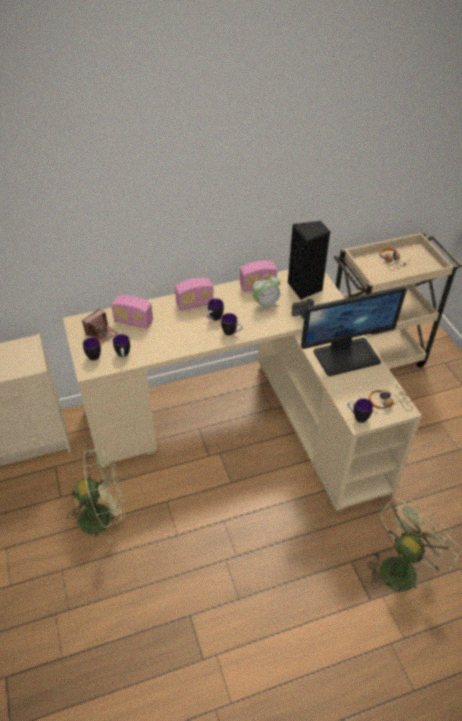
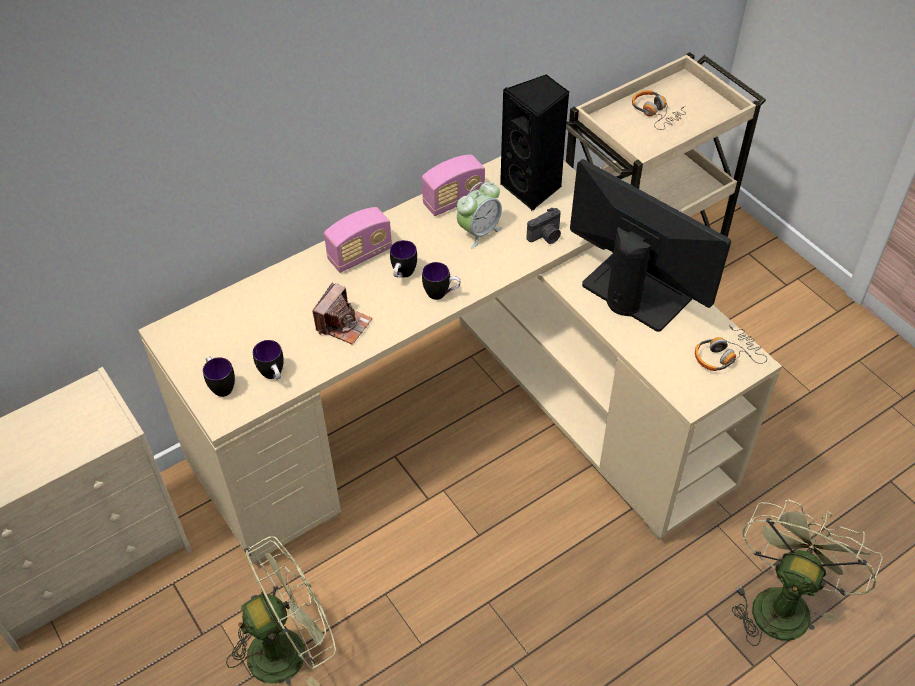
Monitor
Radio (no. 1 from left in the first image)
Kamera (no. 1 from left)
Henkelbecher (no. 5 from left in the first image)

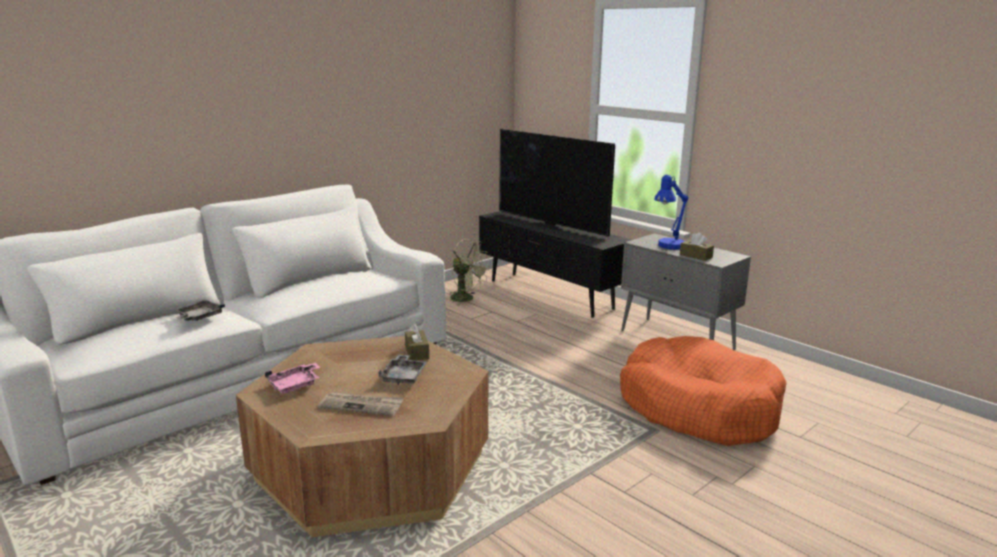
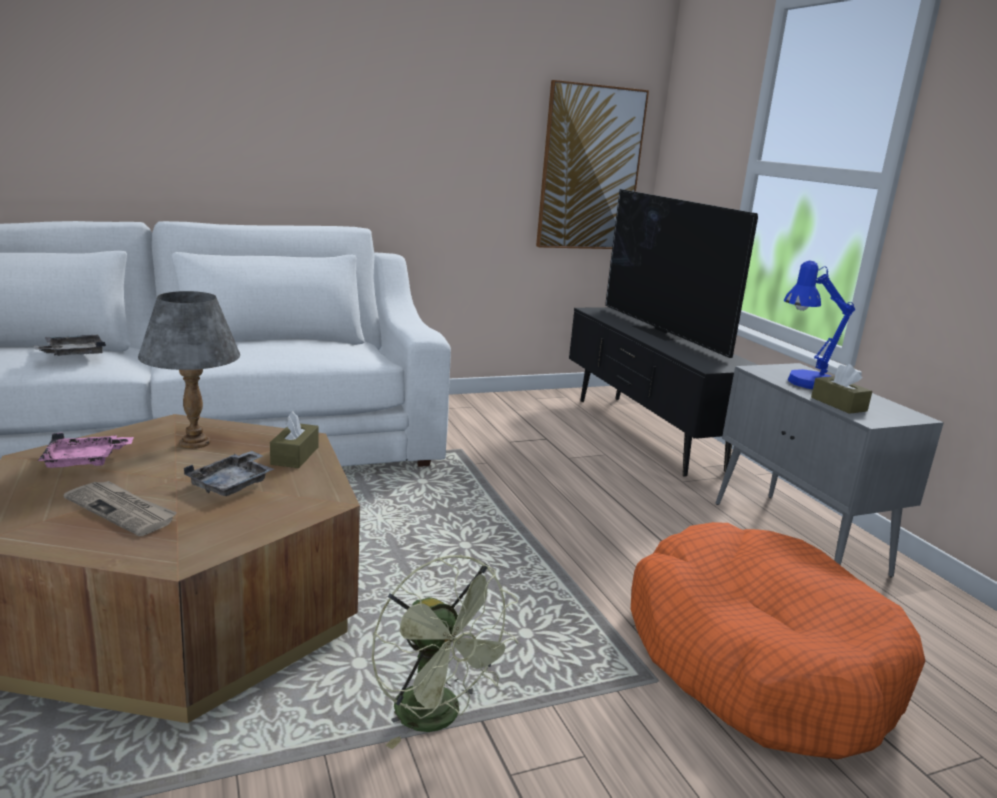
Ventilator/grün
Bild
Tischlampe/grau

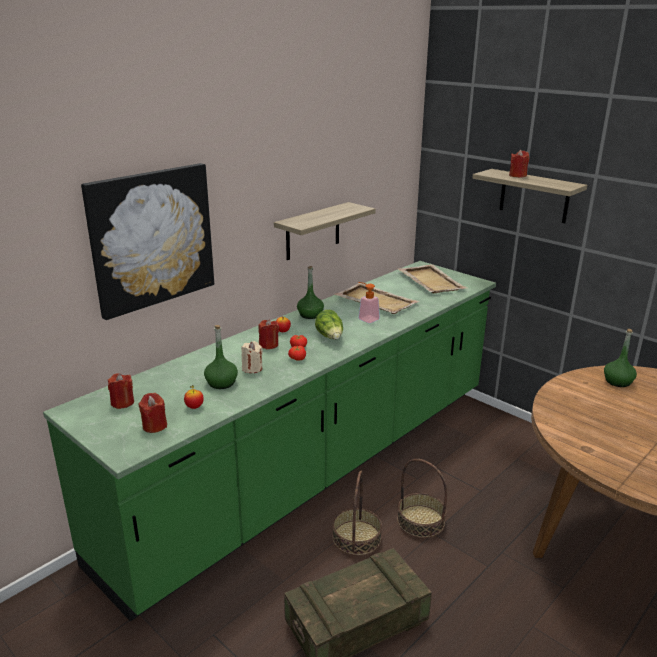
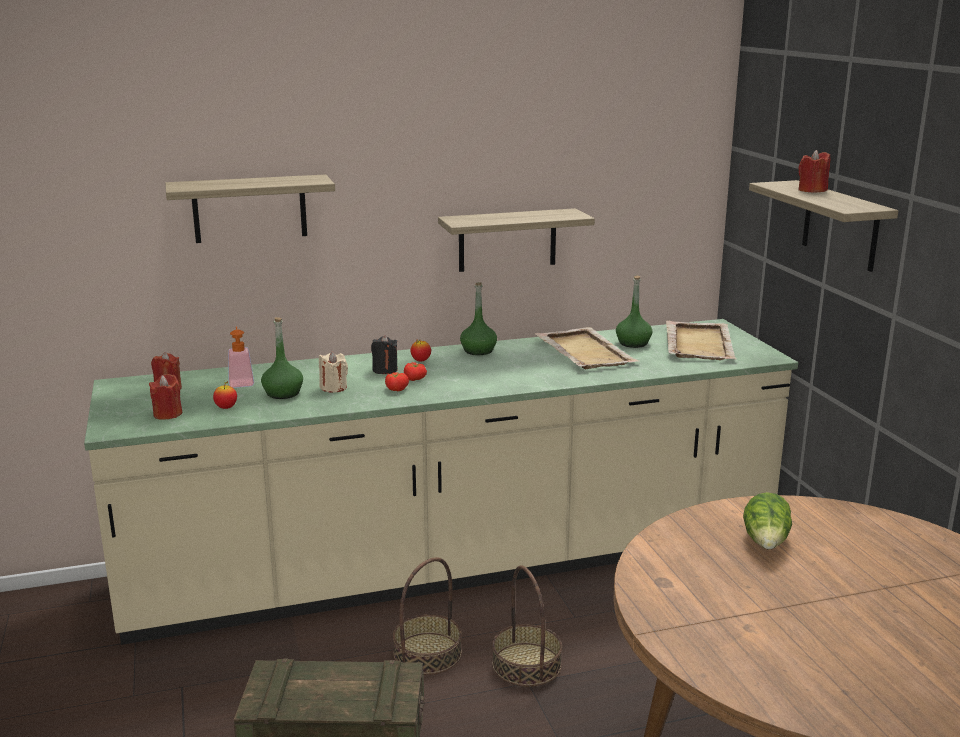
Wandregal (no. 1 from left)
Küchenzeile/beige
Seifenspender
Salatkopf
Kerze/schwarz
Flasche/grün (no. 3 from left)

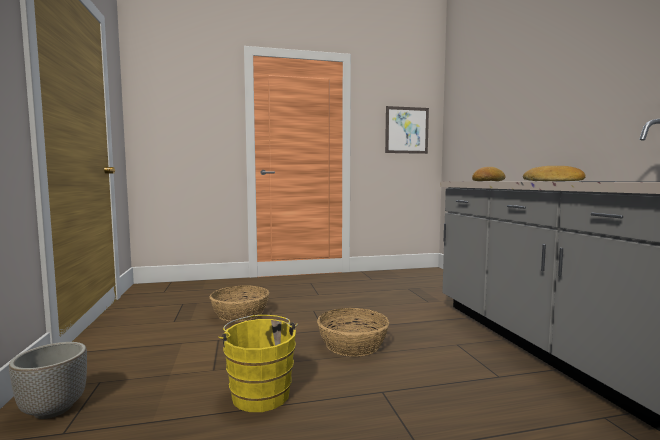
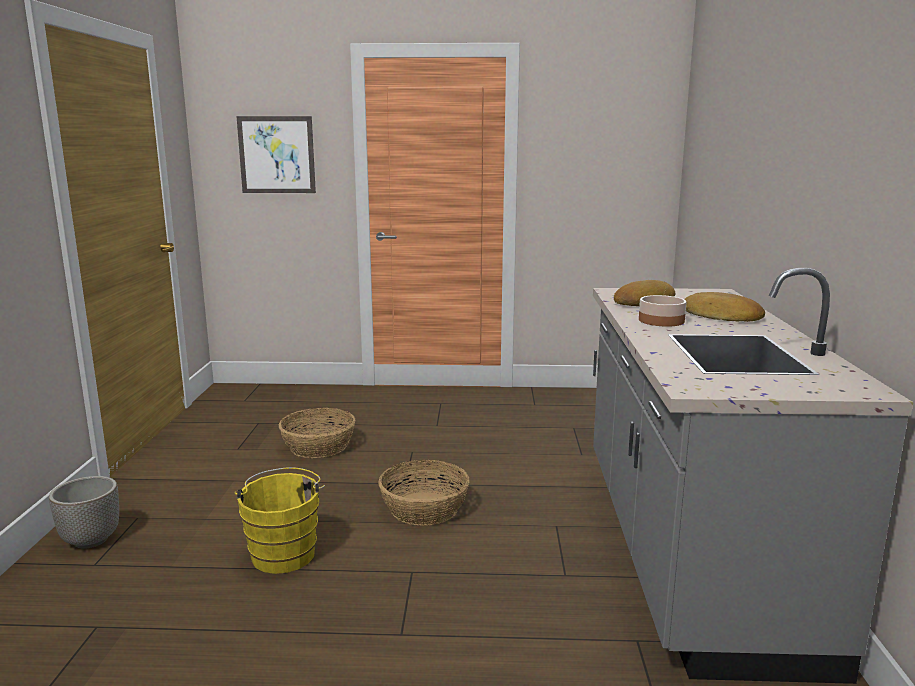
Bild
Schüssel

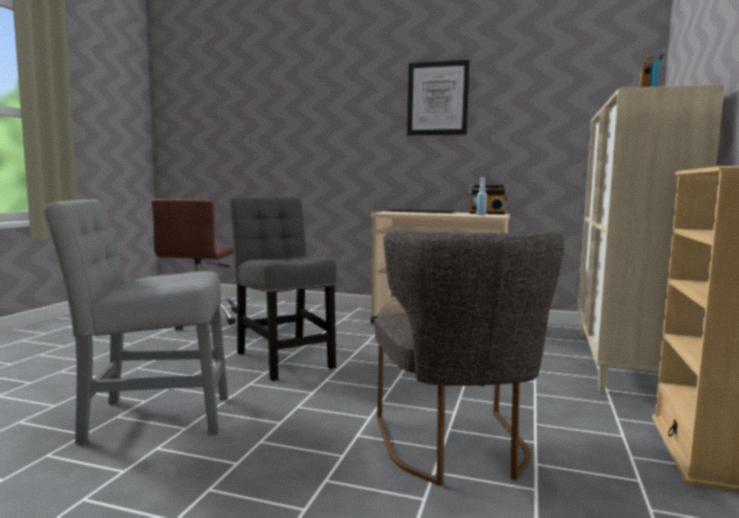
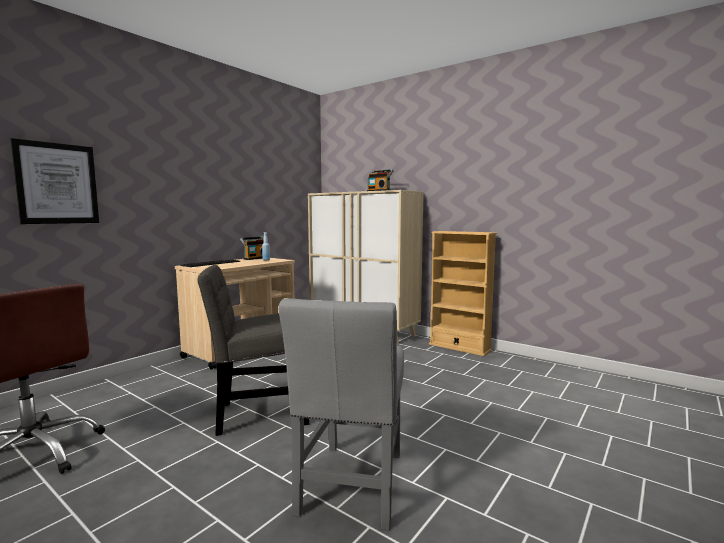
Bild
Stuhl/grau (no. 3 from left in the first image)

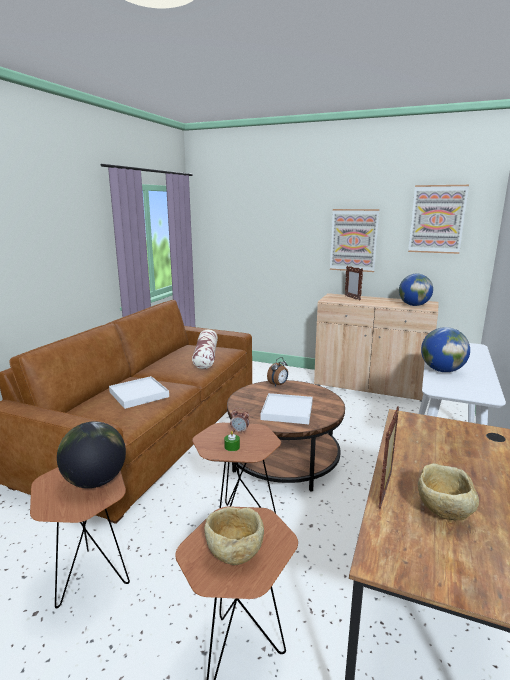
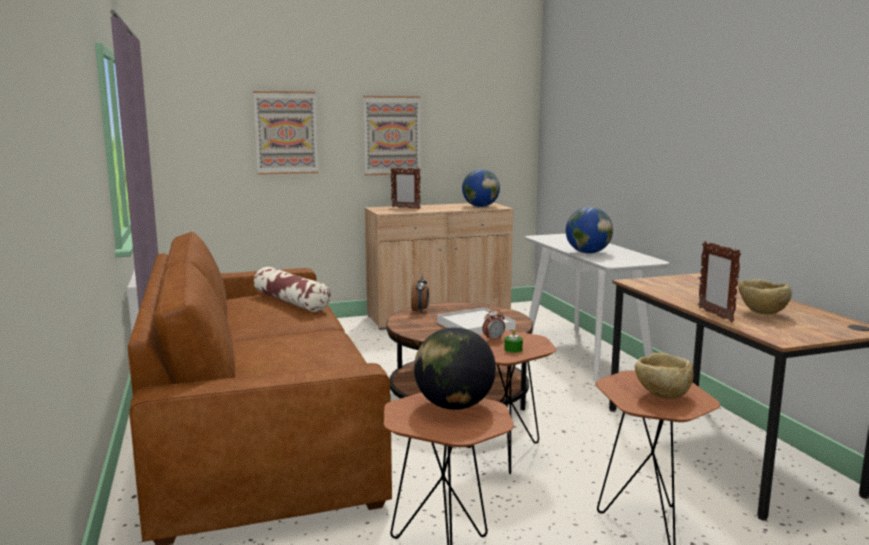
Bild (no. 1 from left)
Tablett/weiß (no. 1 from left in the first image)

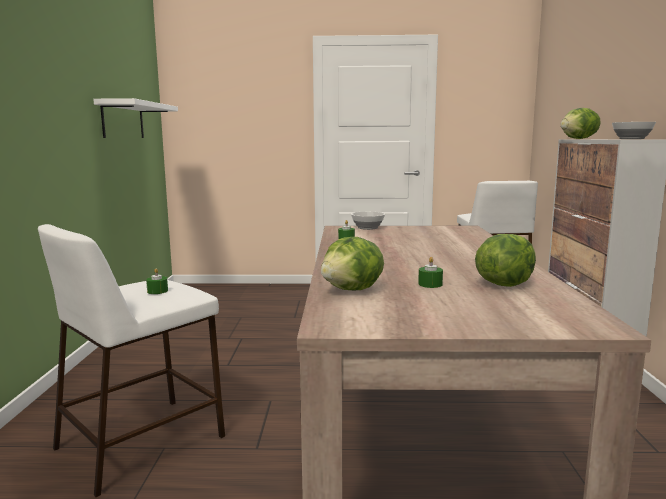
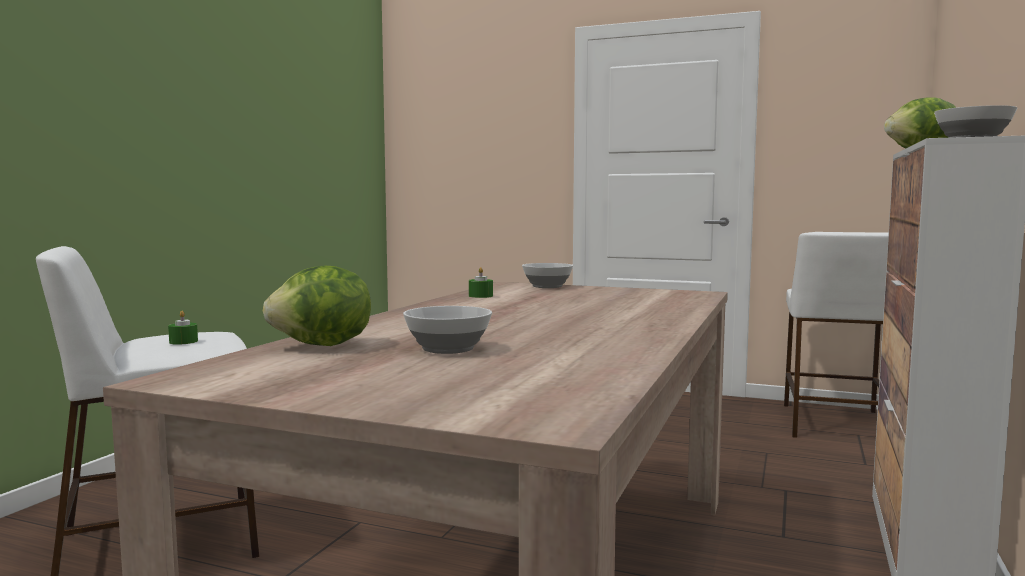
Wandregal/weiß
Salatkopf (no. 2 from left in the first image)
Schüssel (no. 1 from left)

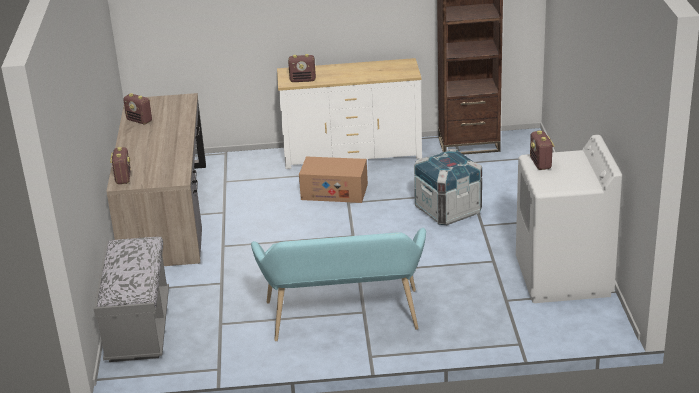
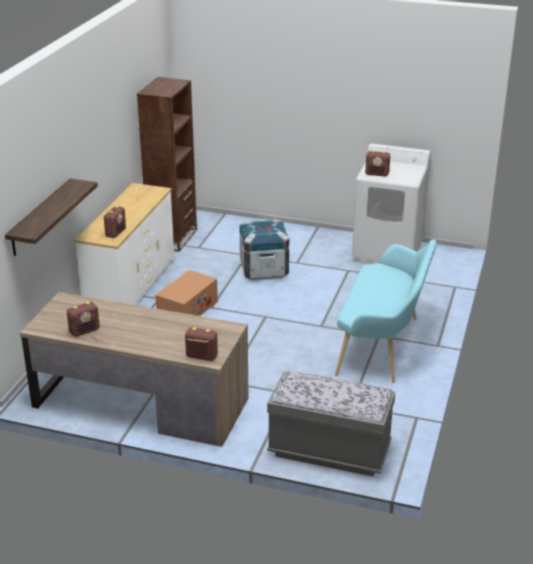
Wandregal

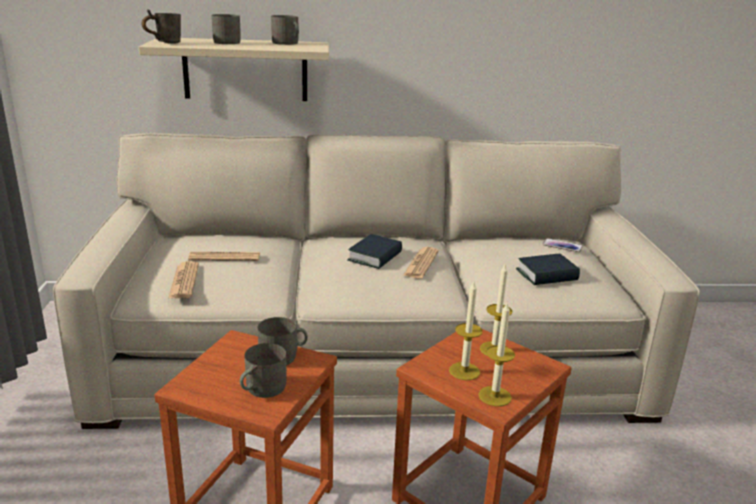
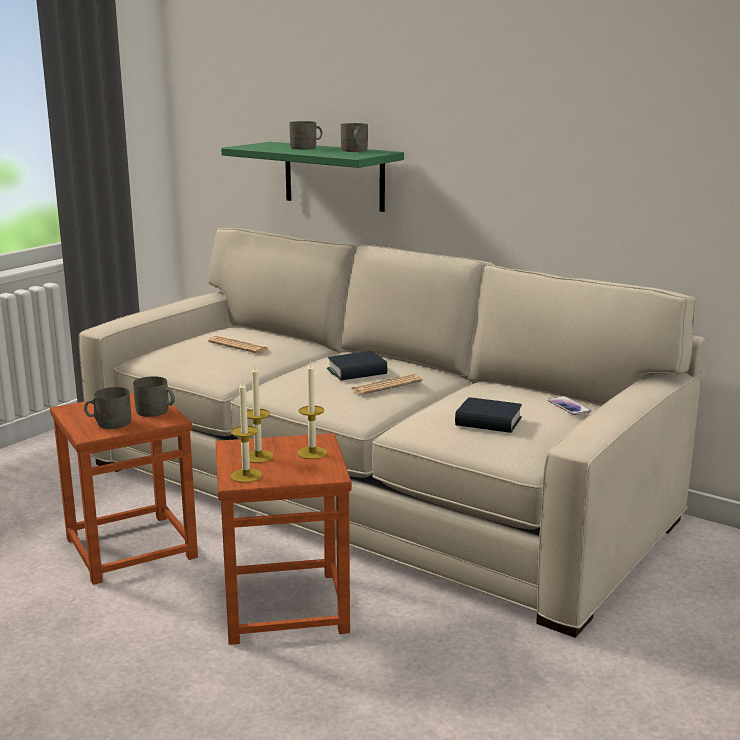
Henkelbecher/grau (no. 1 from left in the first image)
Wandregal/grün
Zeitung (no. 1 from left in the first image)

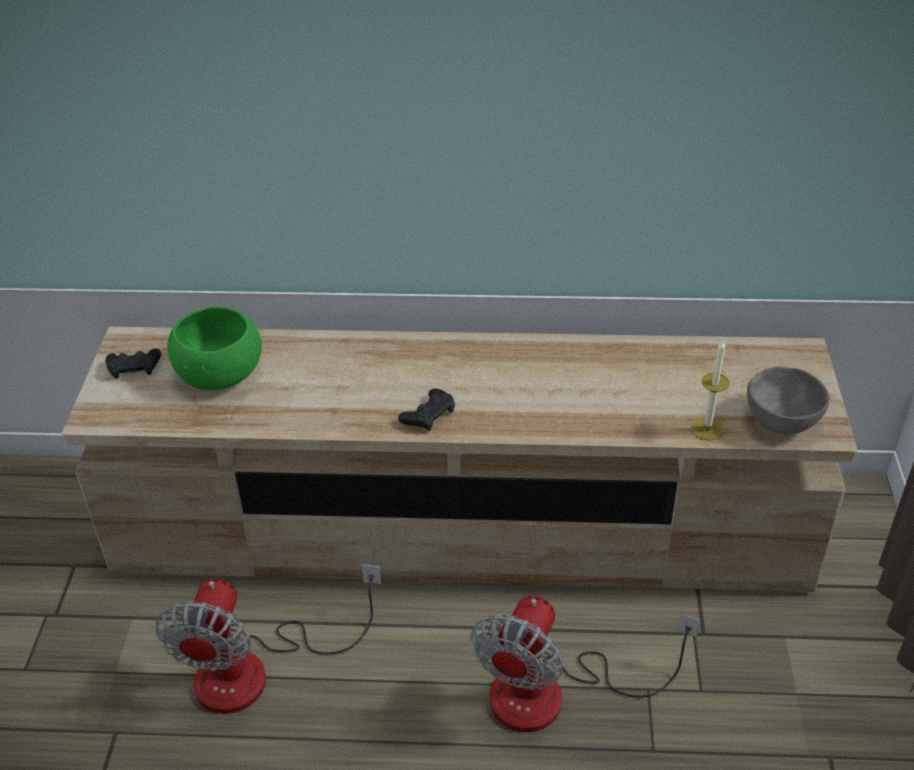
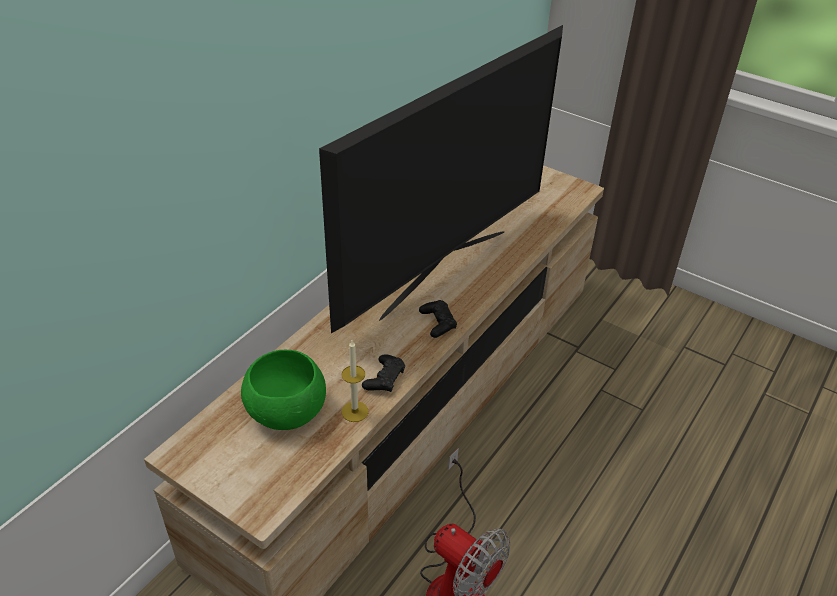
Kerze
Gamepad/schwarz (no. 1 from left)
Schüssel/grau
Ventilator (no. 2 from left in the first image)
Fernseher

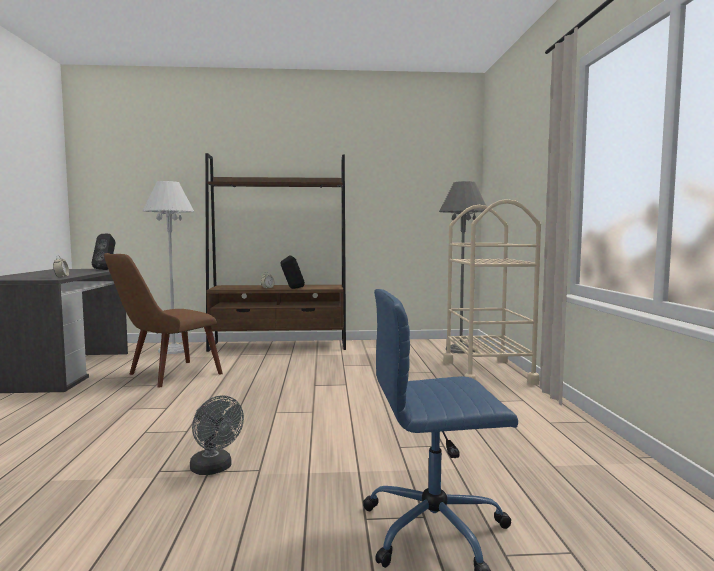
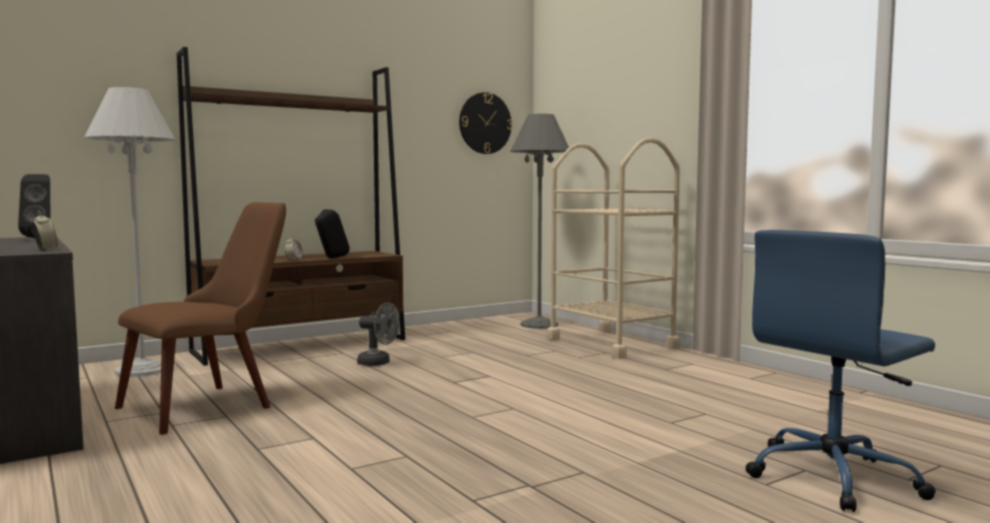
Stuhl/braun
Ventilator/grau
Wanduhr

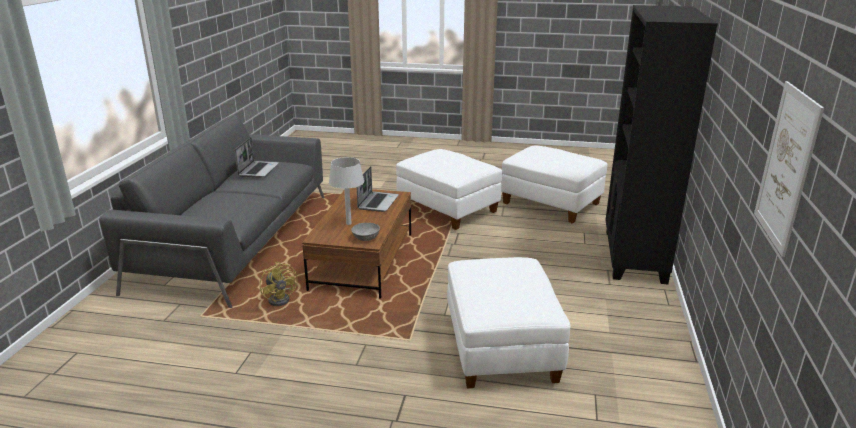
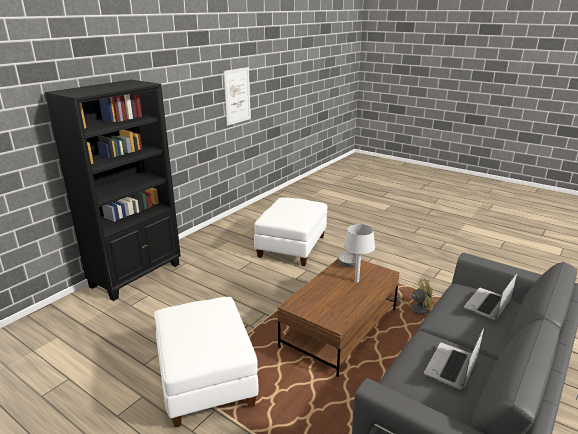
Polsterhocker/weiß (no. 3 from left in the first image)
Laptop (no. 2 from left)
Ventilator/gelb

